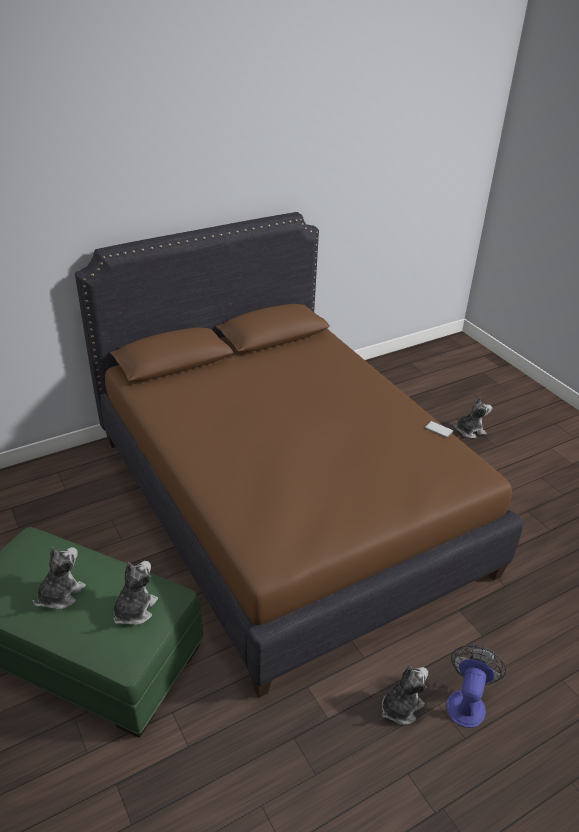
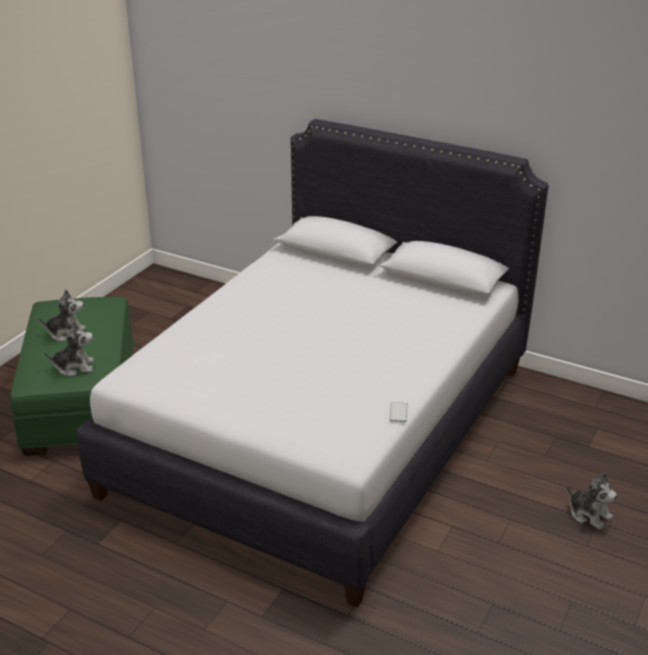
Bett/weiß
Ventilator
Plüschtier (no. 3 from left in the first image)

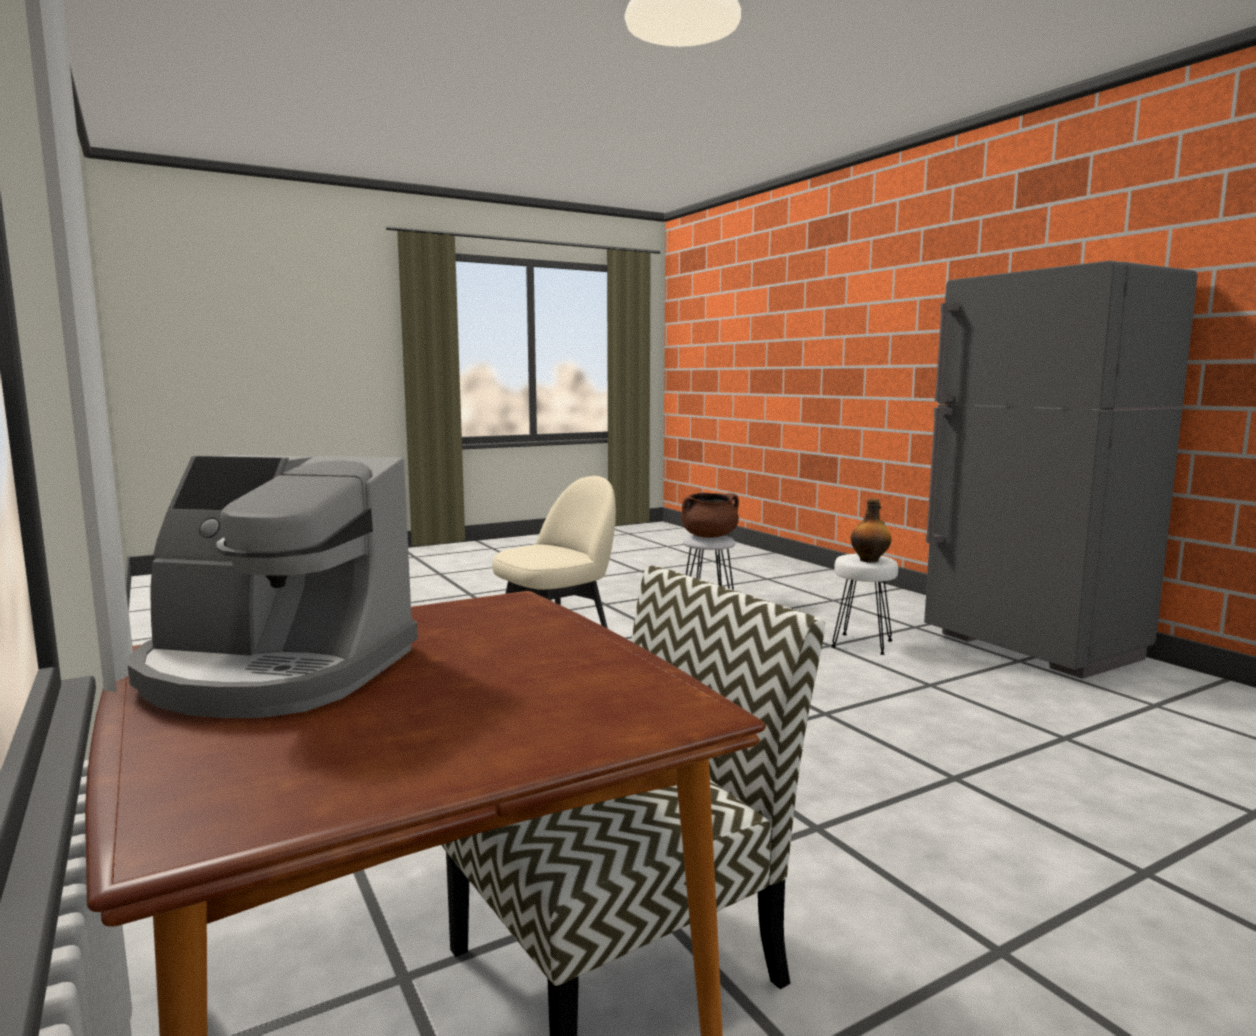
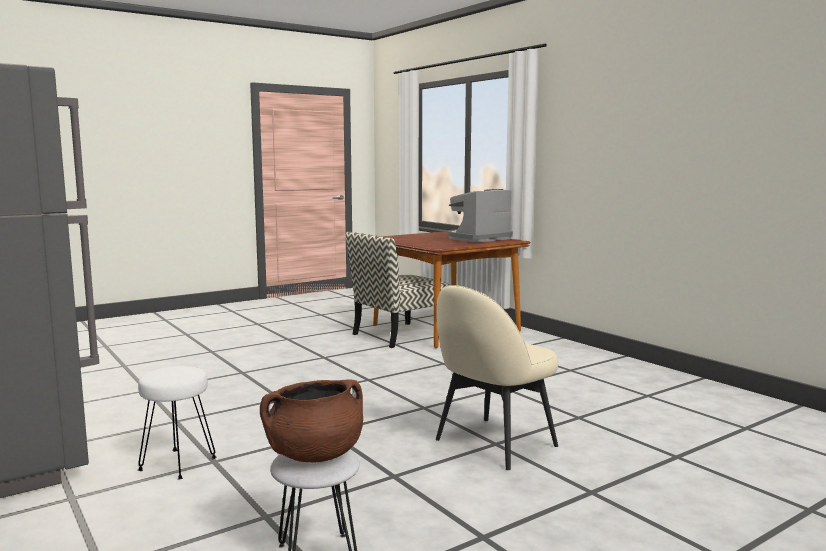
Kaffeemaschine
Flasche

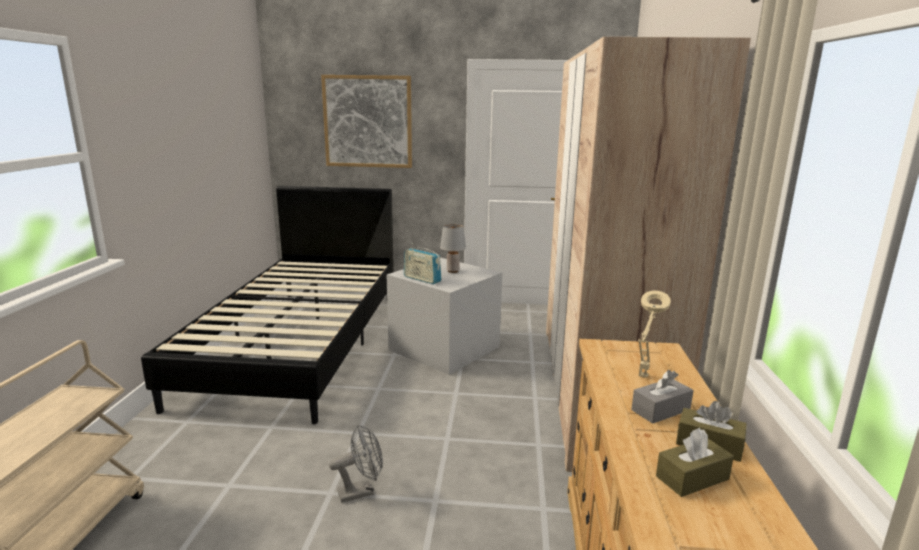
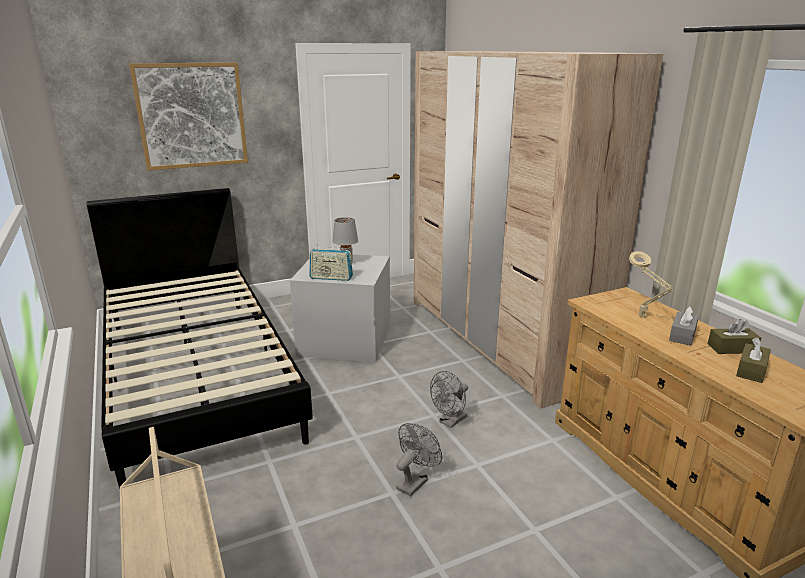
Ventilator/grau (no. 2 from left)

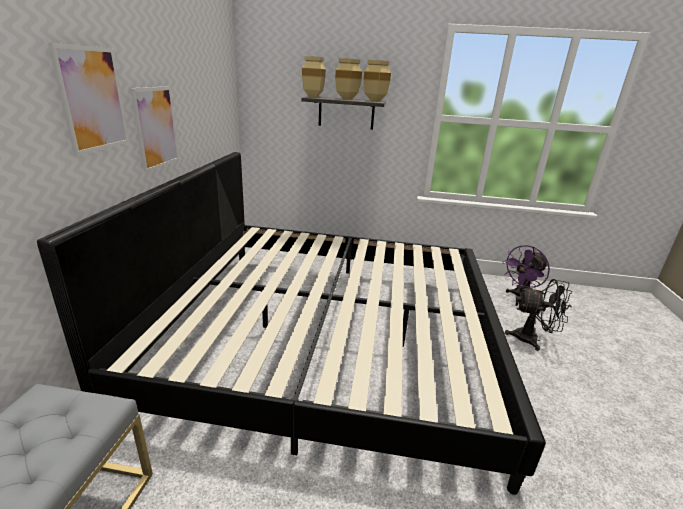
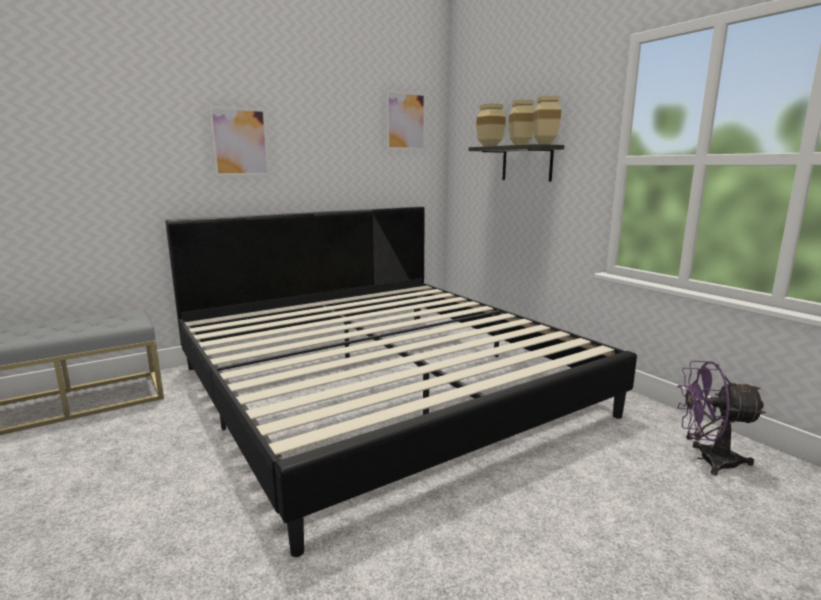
Bild (no. 2 from left)
Ventilator/schwarz

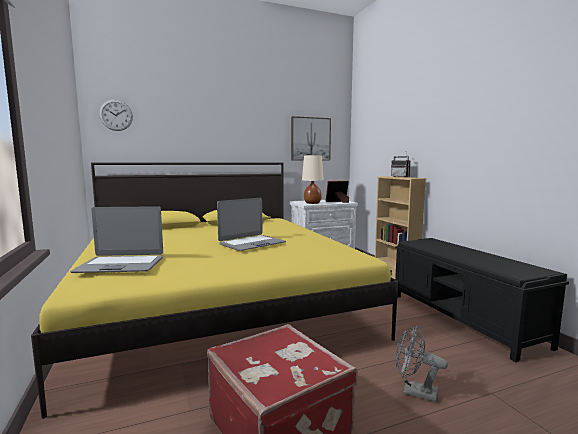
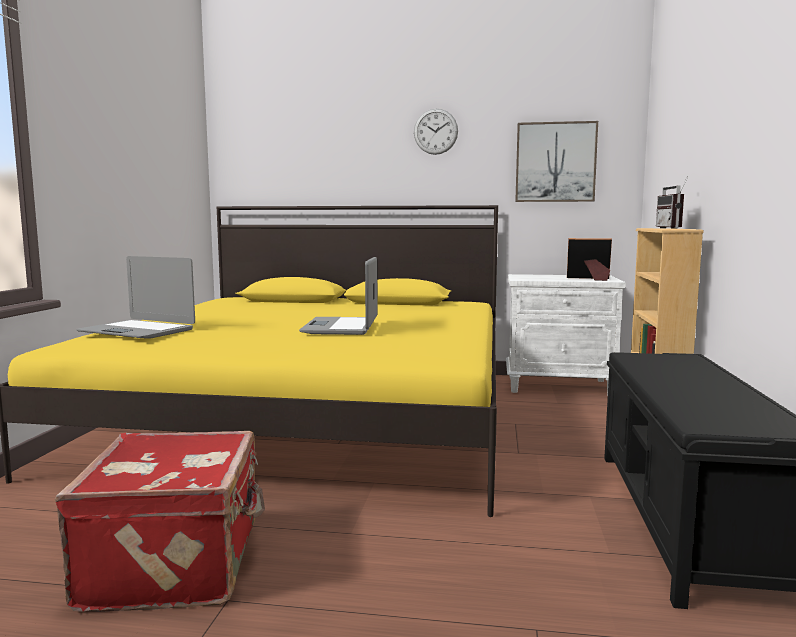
Wanduhr
Tischlampe/beige
Laptop (no. 2 from left)
Ventilator/grau

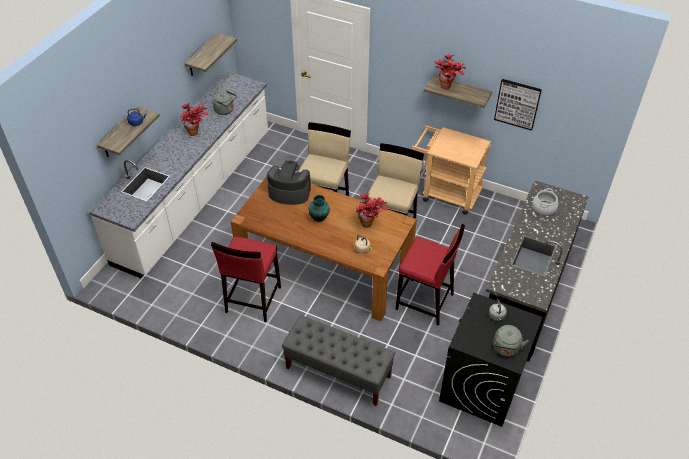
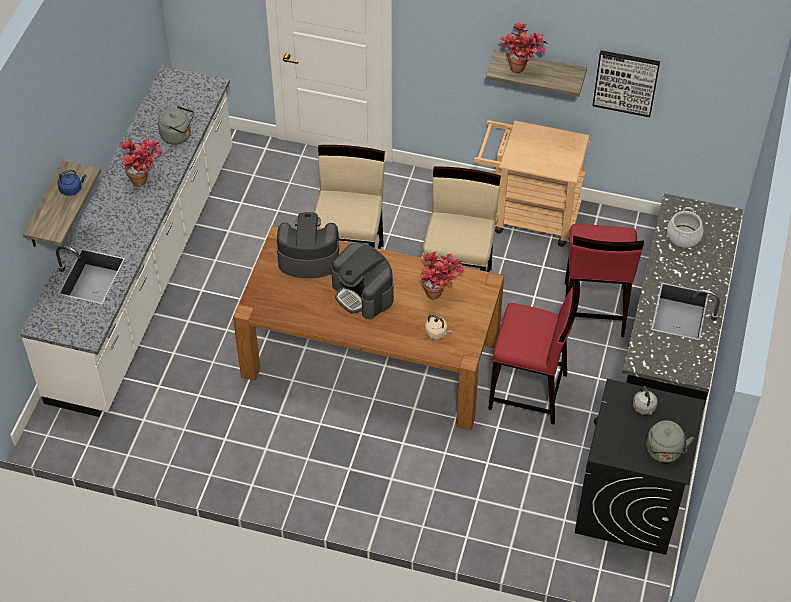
Wandregal (no. 2 from left in the first image)
Kaffeemaschine (no. 2 from left)
Hocker/rot (no. 2 from left)
Bank/grau

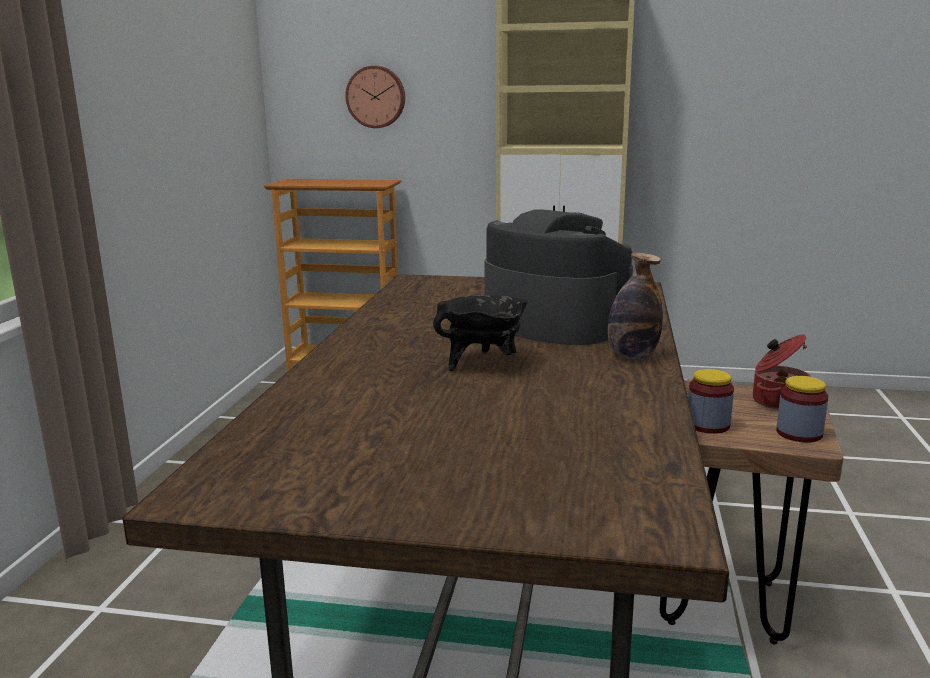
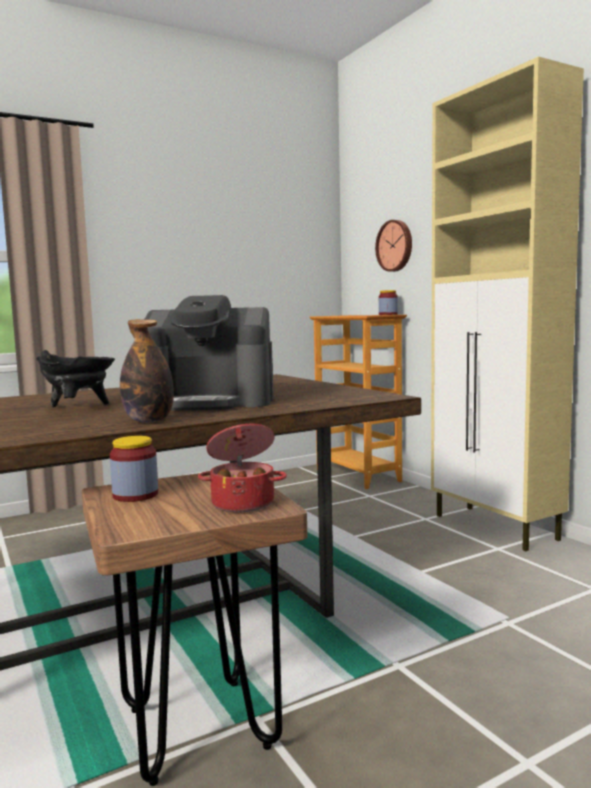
Kaffeemaschine
Vorratsglas (no. 2 from left)

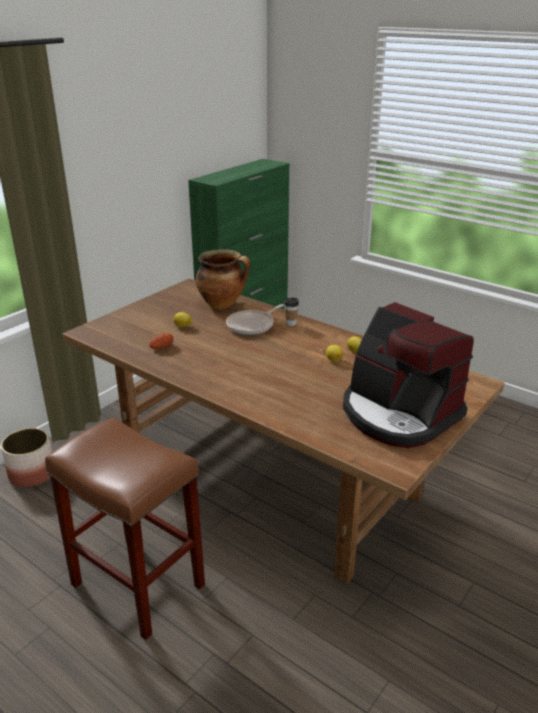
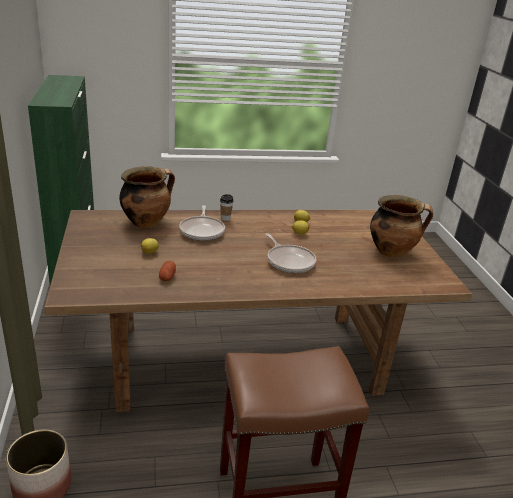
Kochtopf (no. 2 from left)
Pfanne (no. 2 from left)

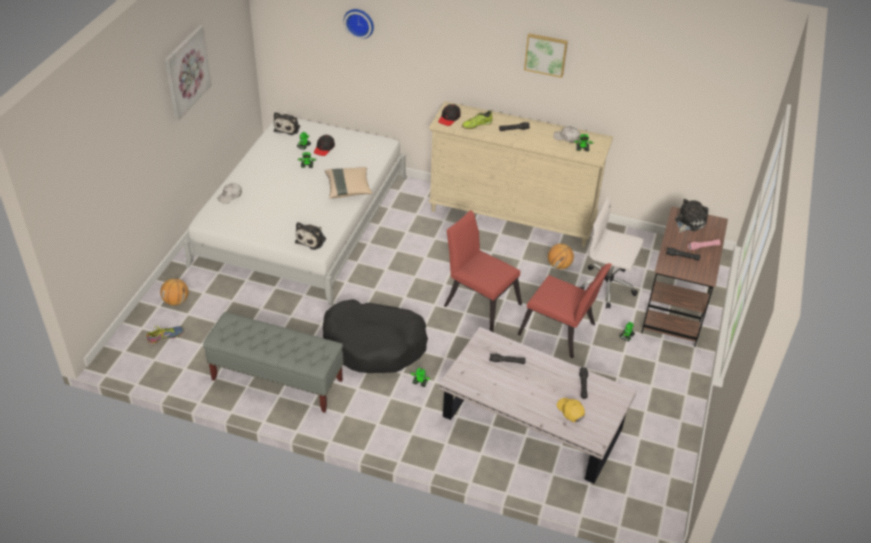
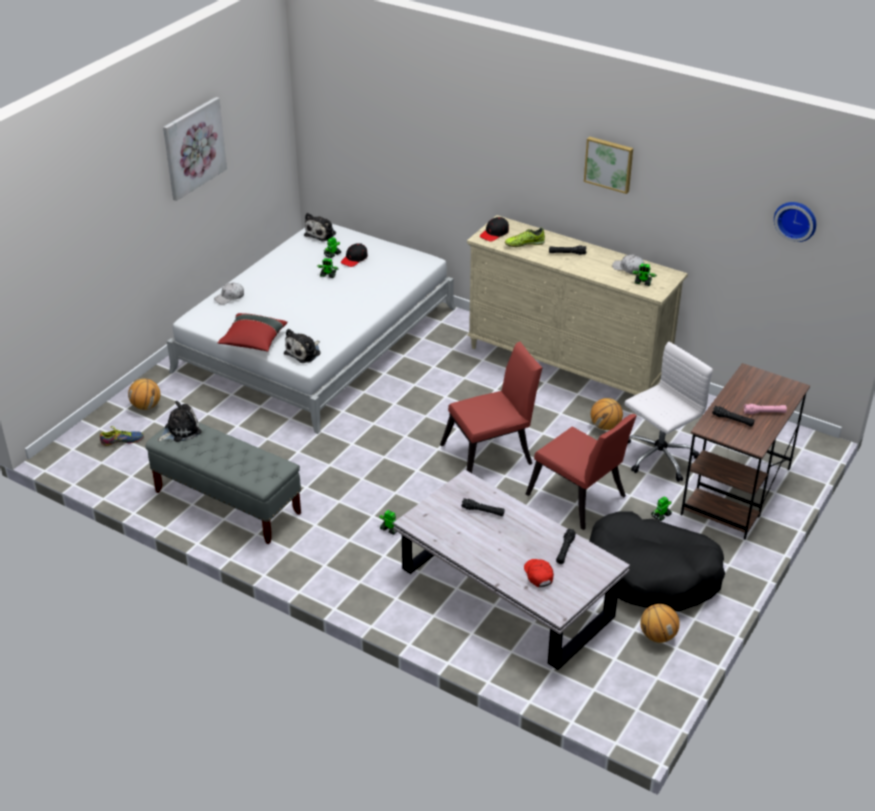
Wanduhr
Kissen/beige
Bürostuhl/weiß
Plüschtier (no. 1 from left)
Stuhl/rot (no. 1 from left)
Hundebett/schwarz
Kappe/rot
Kissen/rot
Basketball (no. 3 from left)

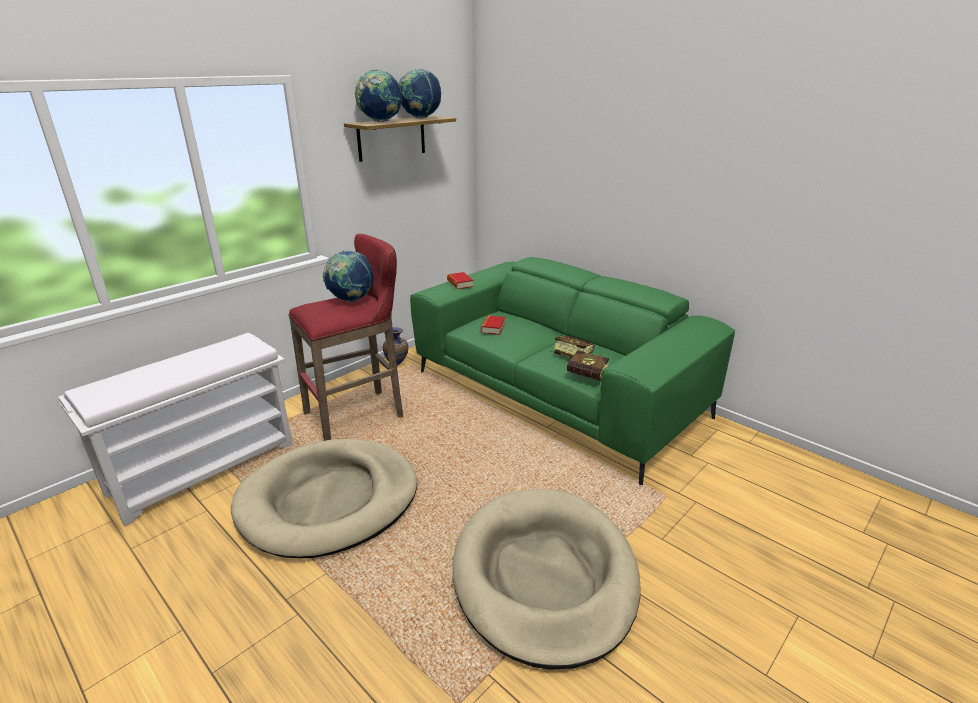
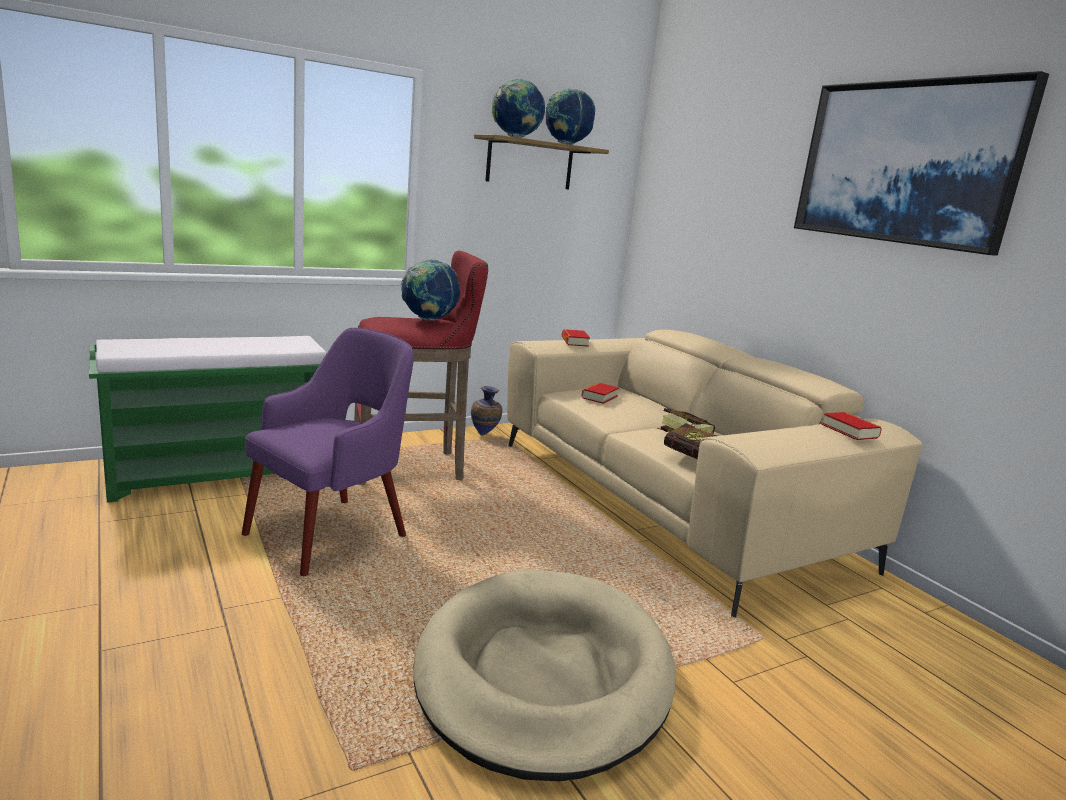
Sofa/beige
Bank/grün
Sessel/lila
Bild
Buch (no. 5 from left)

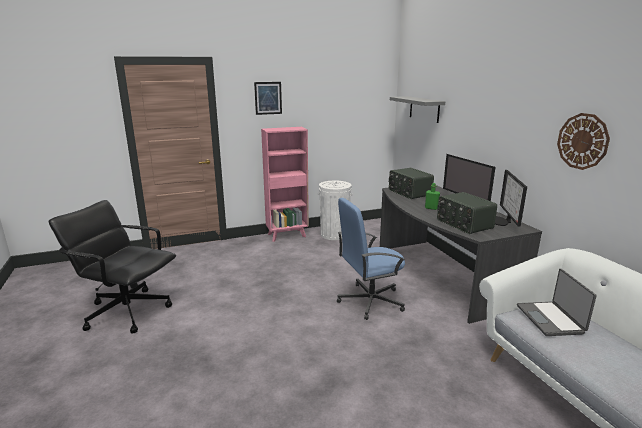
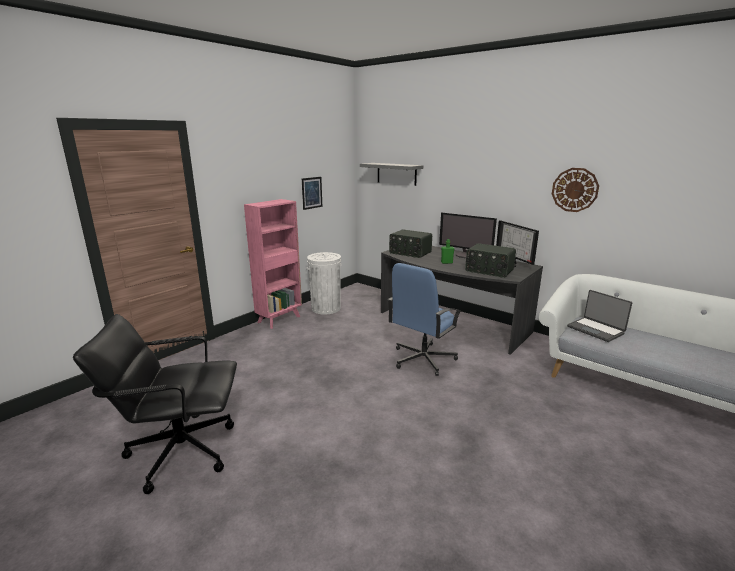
Bild

